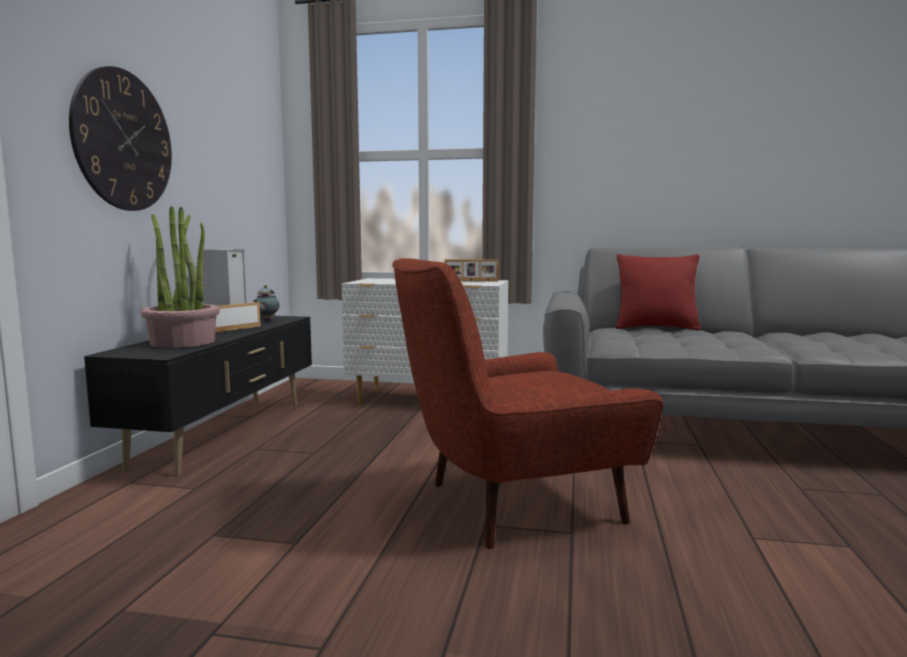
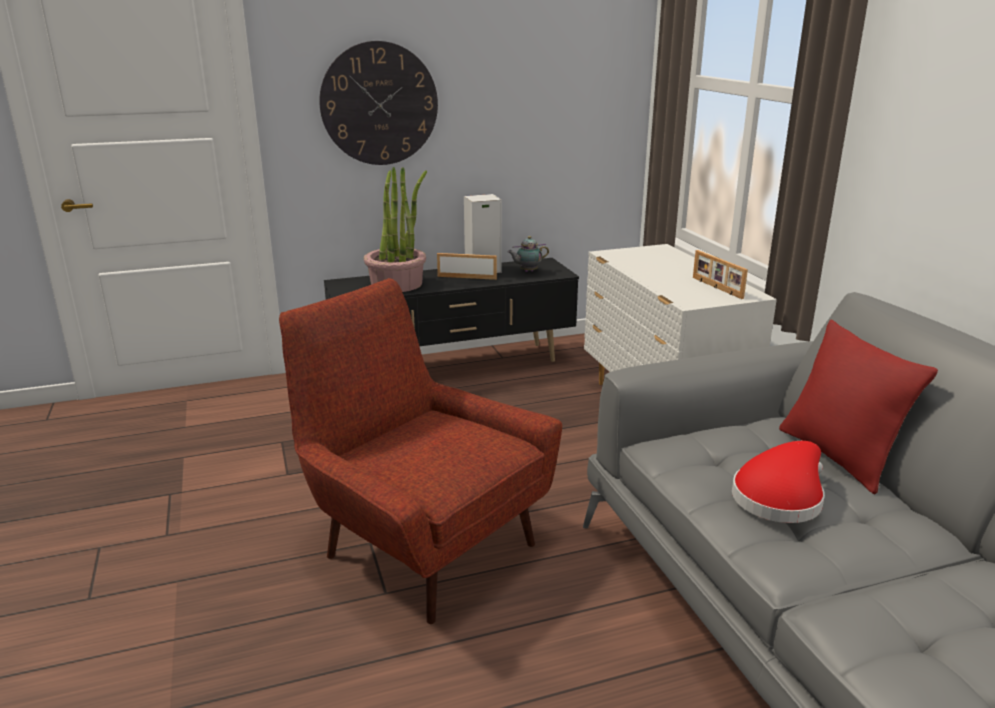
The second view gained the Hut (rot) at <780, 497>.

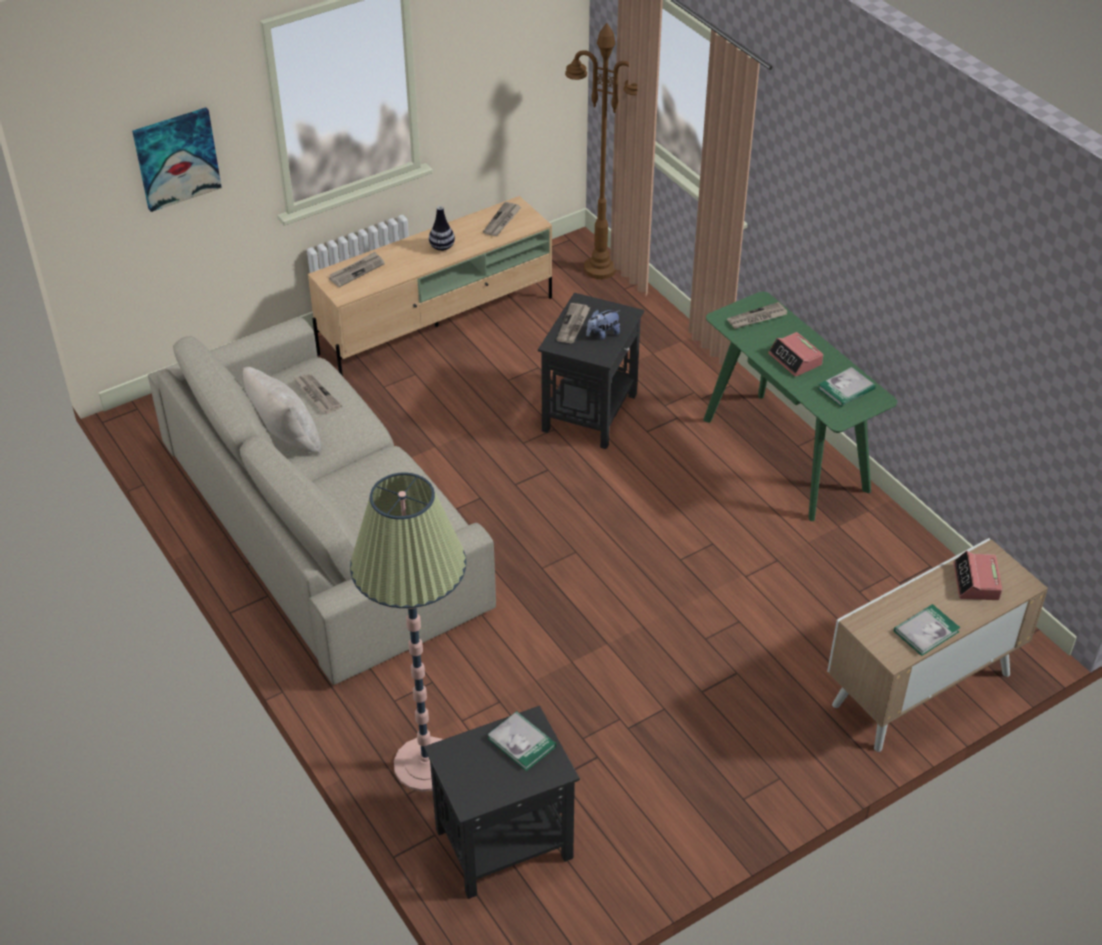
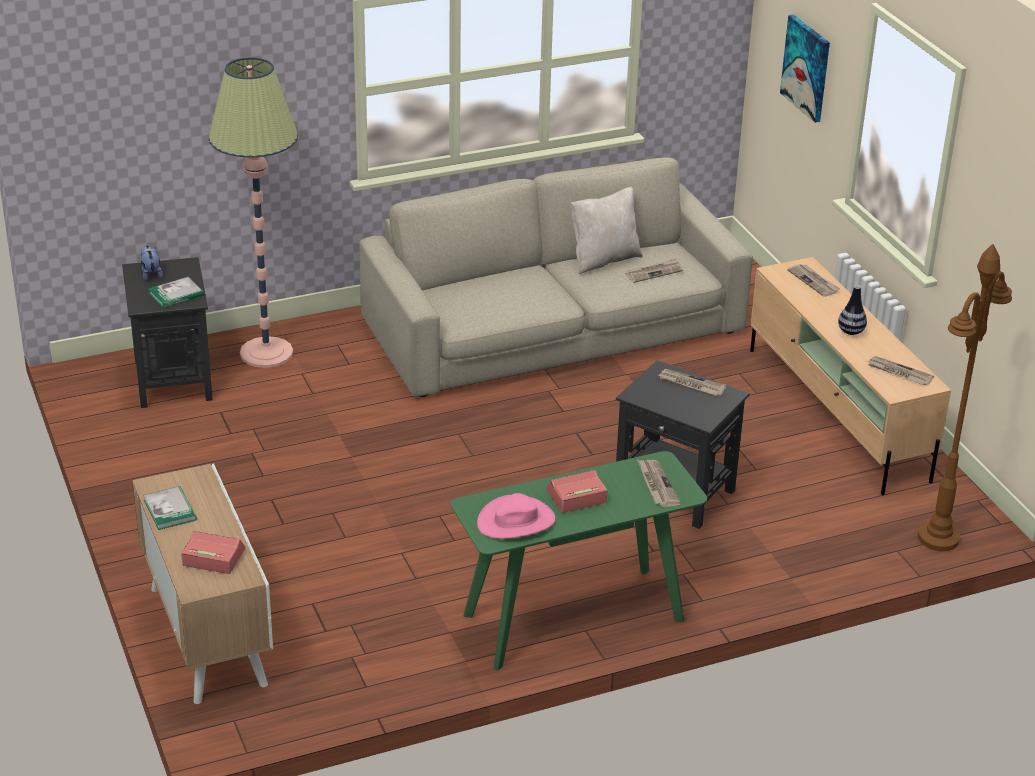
The Plüschtier ended up elsewhere, having gone from <603, 334> to <151, 274>. Where the Buch stood at <846, 389>, the Hut (rosa) came to stand at <516, 521>.

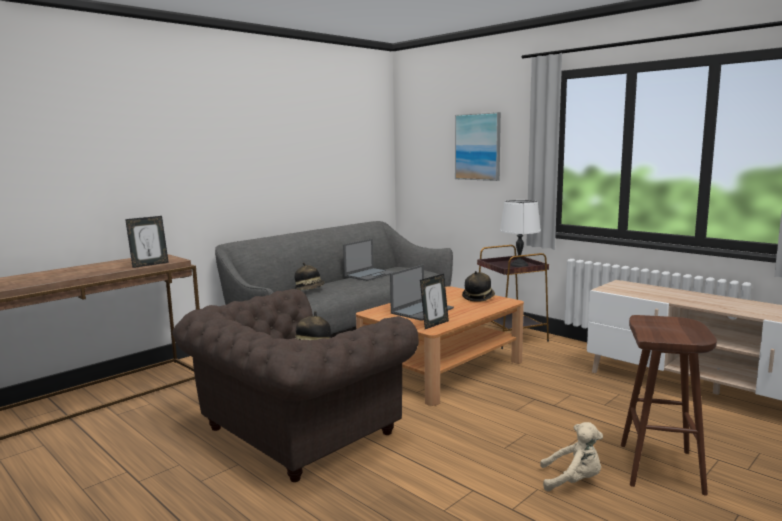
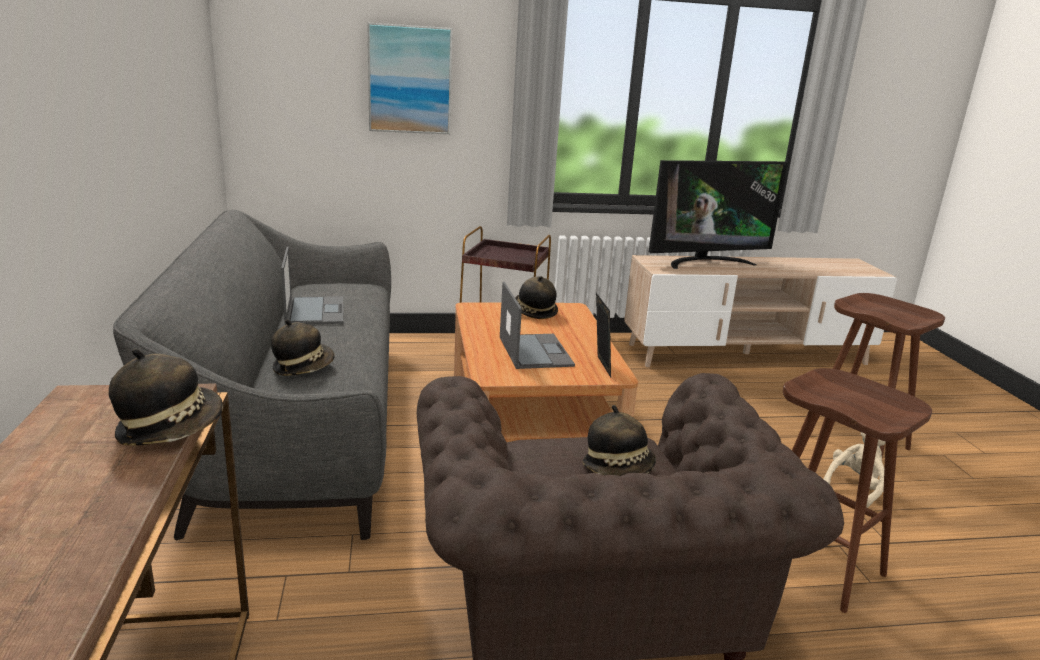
Where the Bilderrahmen stood at <149, 264>, the Hut came to stand at <170, 428>. The second view gained the Fernseher at <706, 262>. The second view gained the Hocker (braun) at <818, 565>. The second view lost the Tischlampe (weiß) at <519, 265>.

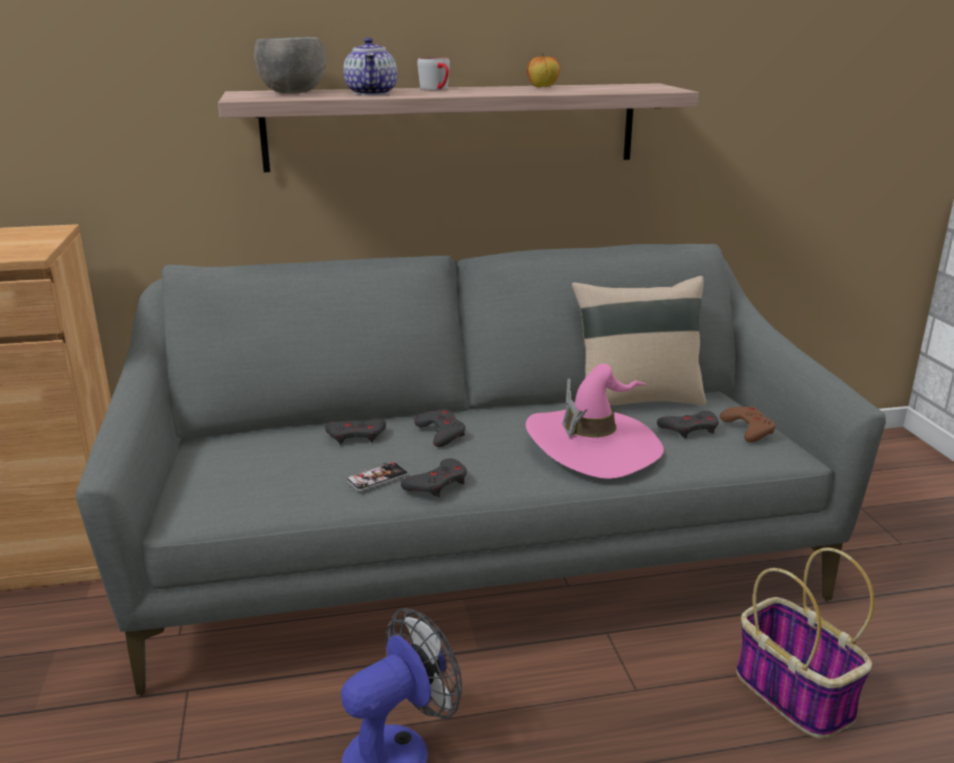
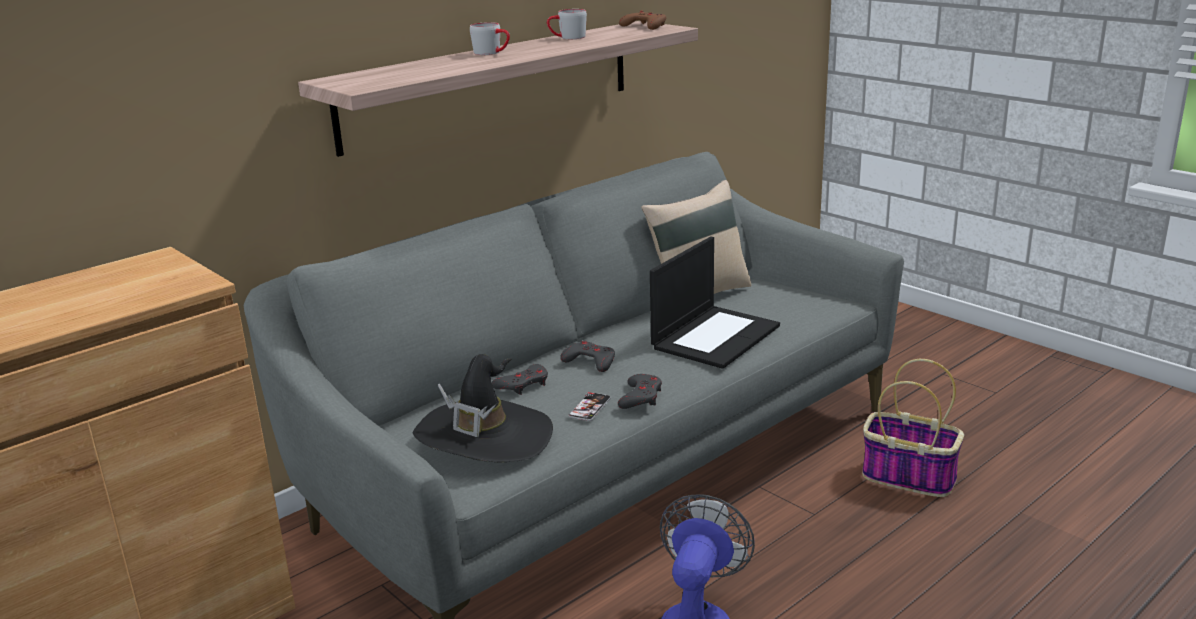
The second view gained the Hut (schwarz) at <484, 437>. Where the Apfel stood at <543, 87>, the Henkelbecher (grau) came to stand at <567, 38>. The Gamepad (braun) ended up elsewhere, having gone from <748, 429> to <644, 26>. Where the Hut (rosa) stood at <593, 446>, the Laptop came to stand at <715, 336>. The second view lost the Schüssel (grau) at <292, 93>. The second view lost the Teekanne at <372, 93>. The second view lost the Gamepad (grau) at <690, 429>.

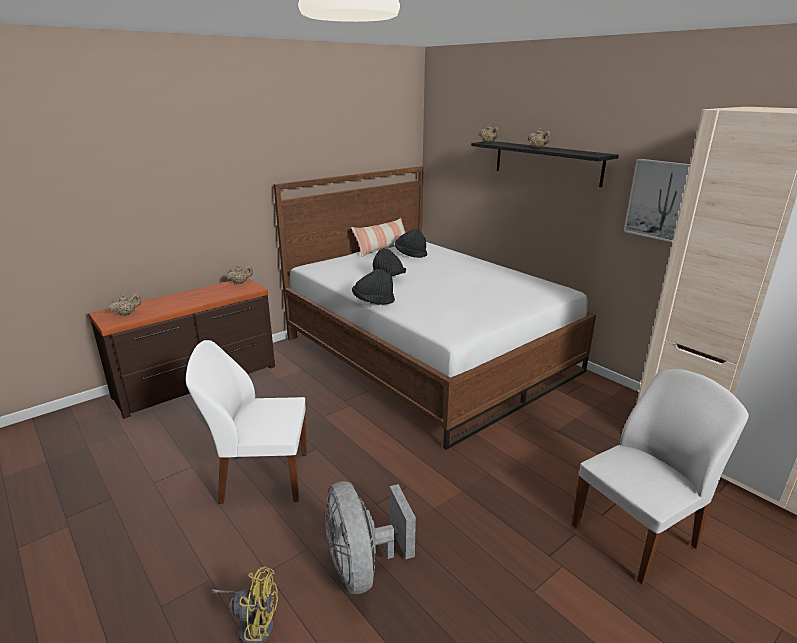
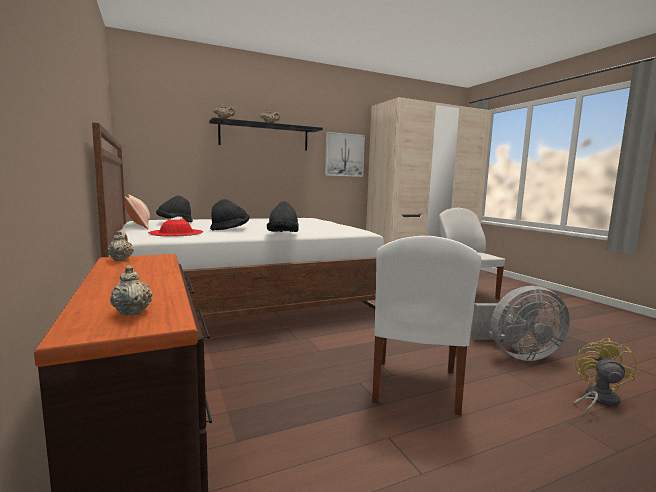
The second view gained the Hut (rot) at <176, 233>.

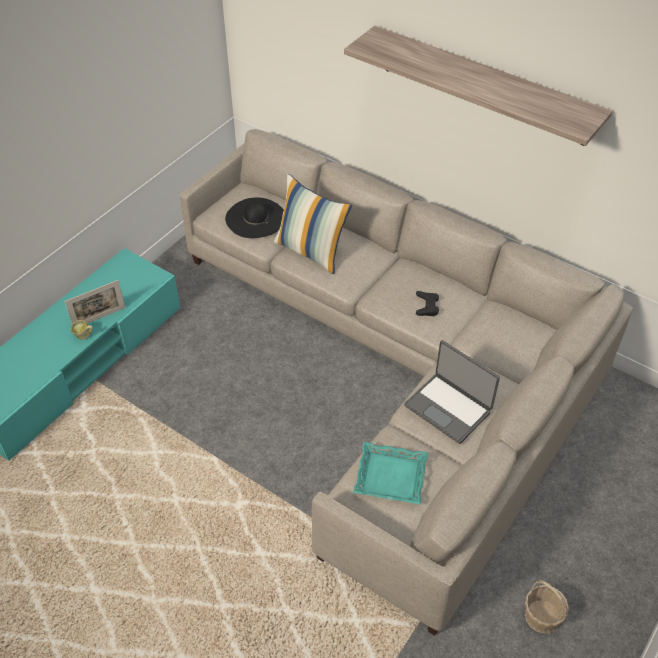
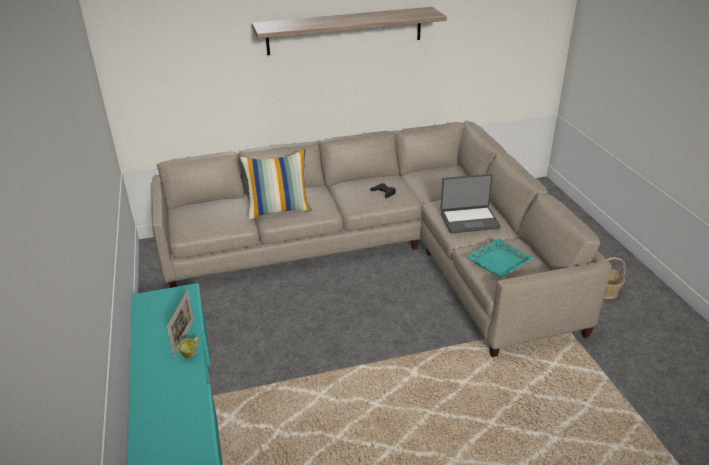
The second view lost the Hut (schwarz) at <255, 218>.

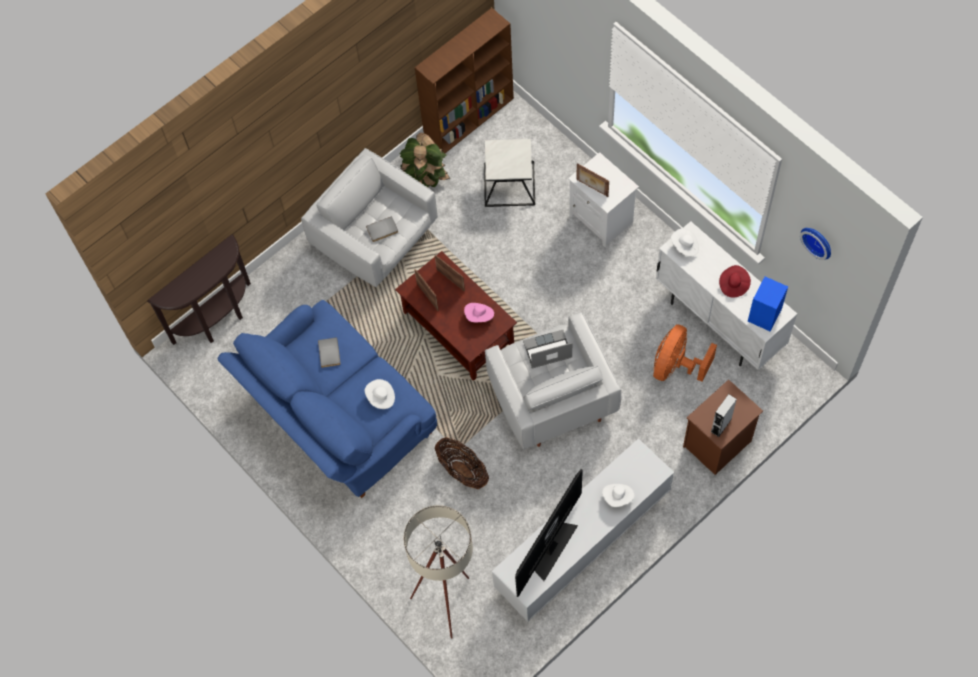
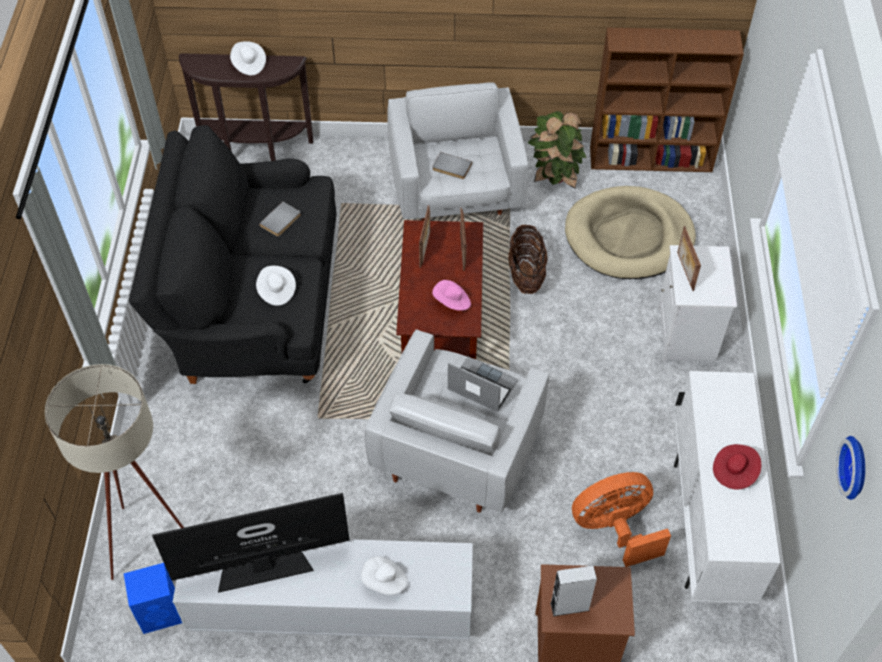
The Lautsprecher (blau) ended up elsewhere, having gone from <765, 314> to <161, 612>. What was the Sofa (blau) at <337, 418> turned into the Sofa (schwarz) at <252, 302>. The Hut (weiß) ended up elsewhere, having gone from <685, 246> to <248, 65>. The Korb ended up elsewhere, having gone from <462, 471> to <526, 274>. Where the Beistelltisch stood at <509, 184>, the Hundebett (beige) came to stand at <628, 237>.

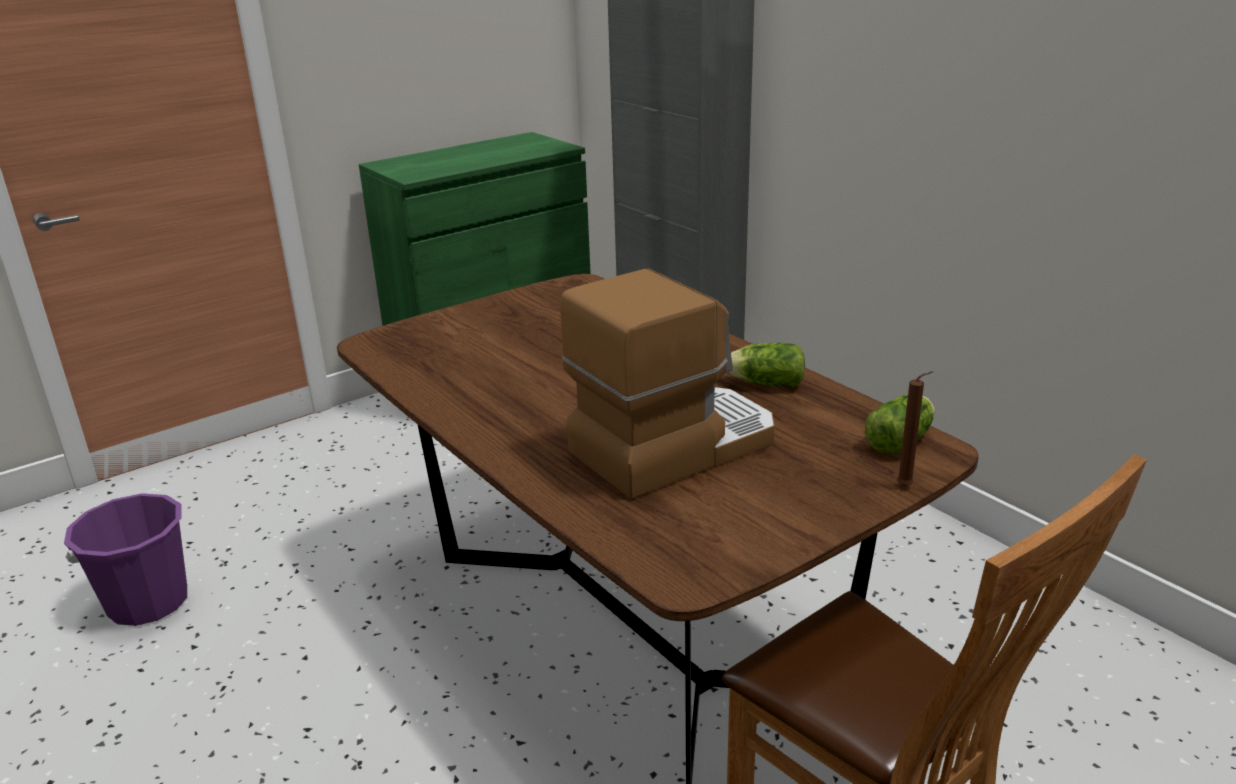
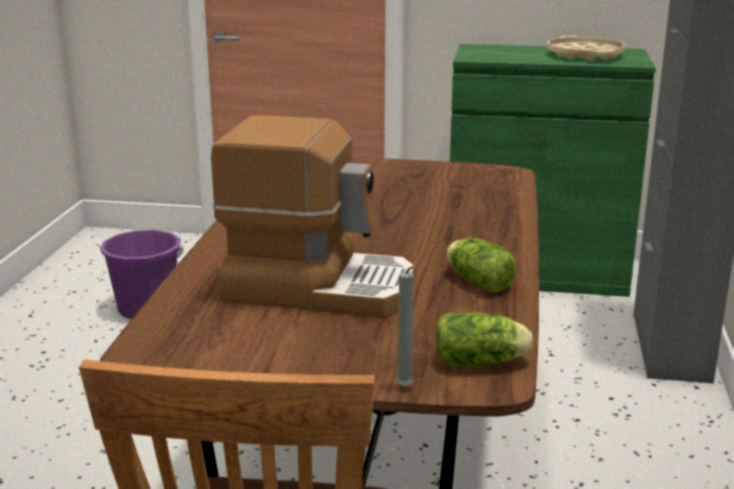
What was the Kerze (braun) at <907, 487> turned into the Kerze (grau) at <405, 389>. The second view gained the Tablett (beige) at <584, 55>.

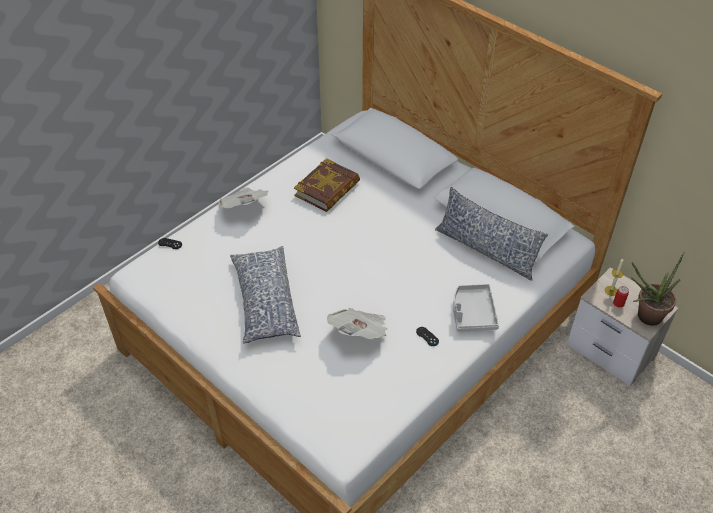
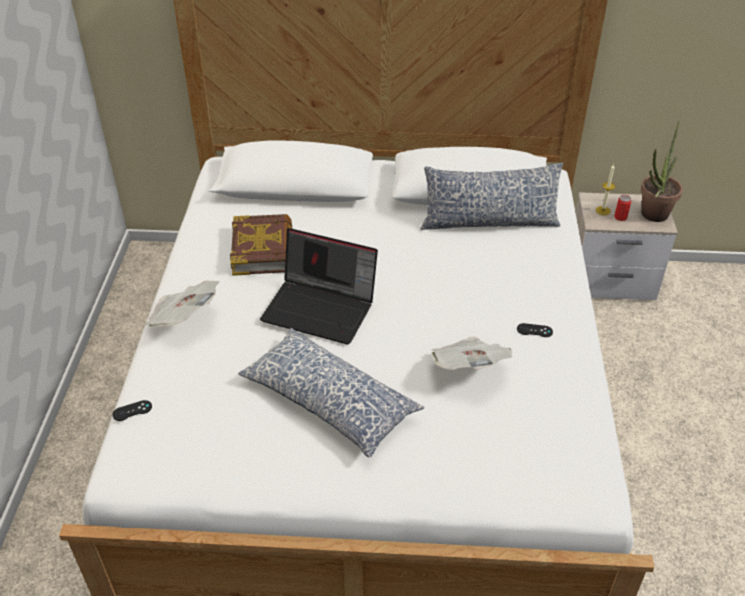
The second view gained the Laptop at <321, 308>. The second view lost the Tablett (grau) at <472, 313>.

